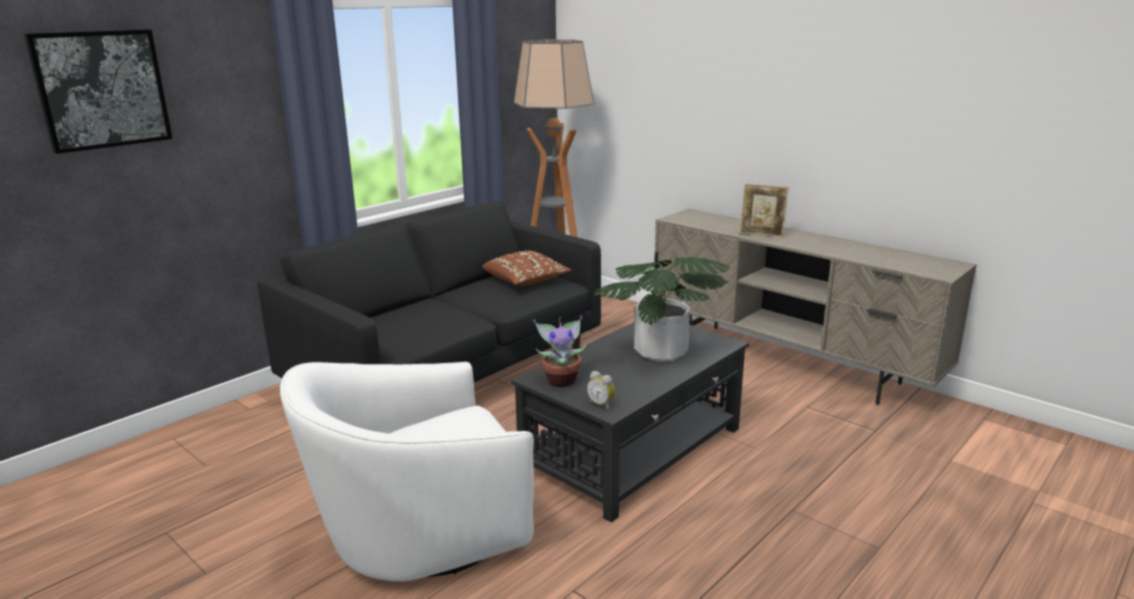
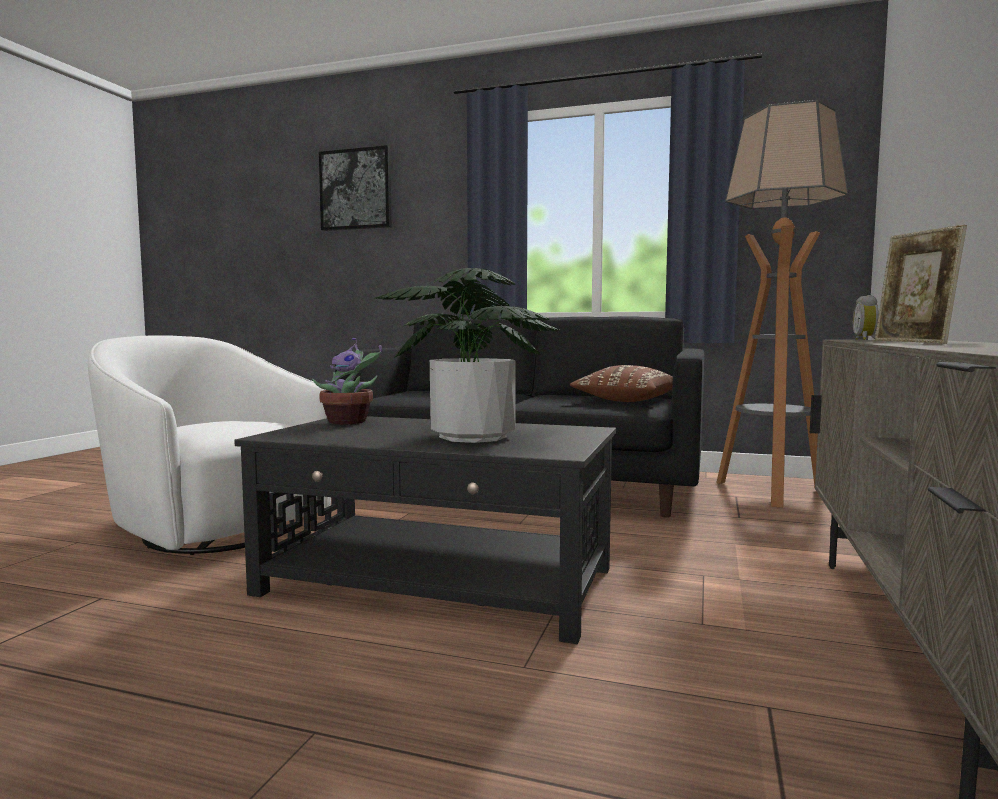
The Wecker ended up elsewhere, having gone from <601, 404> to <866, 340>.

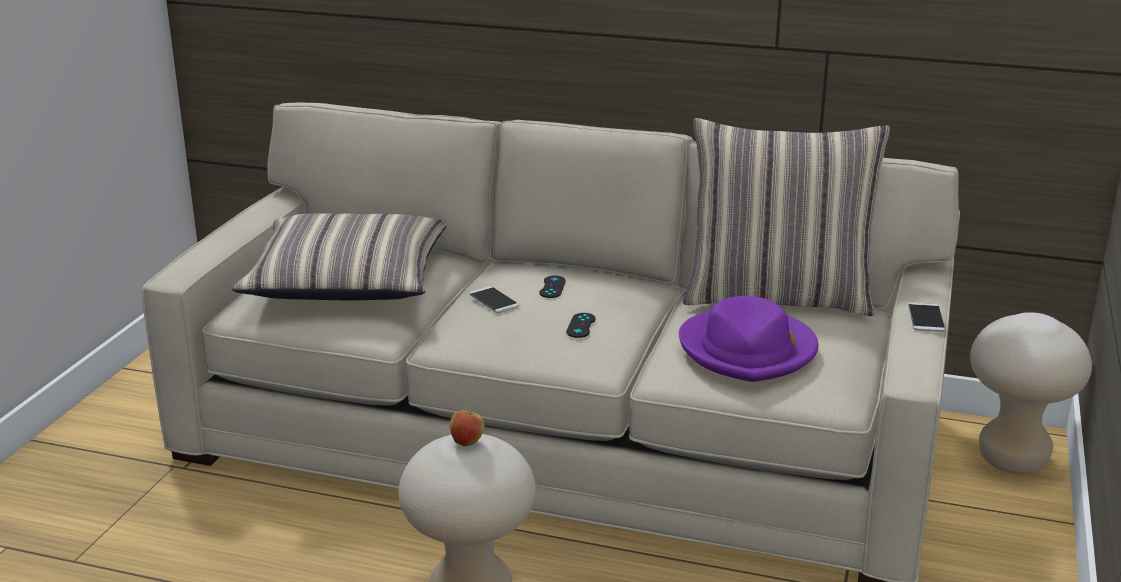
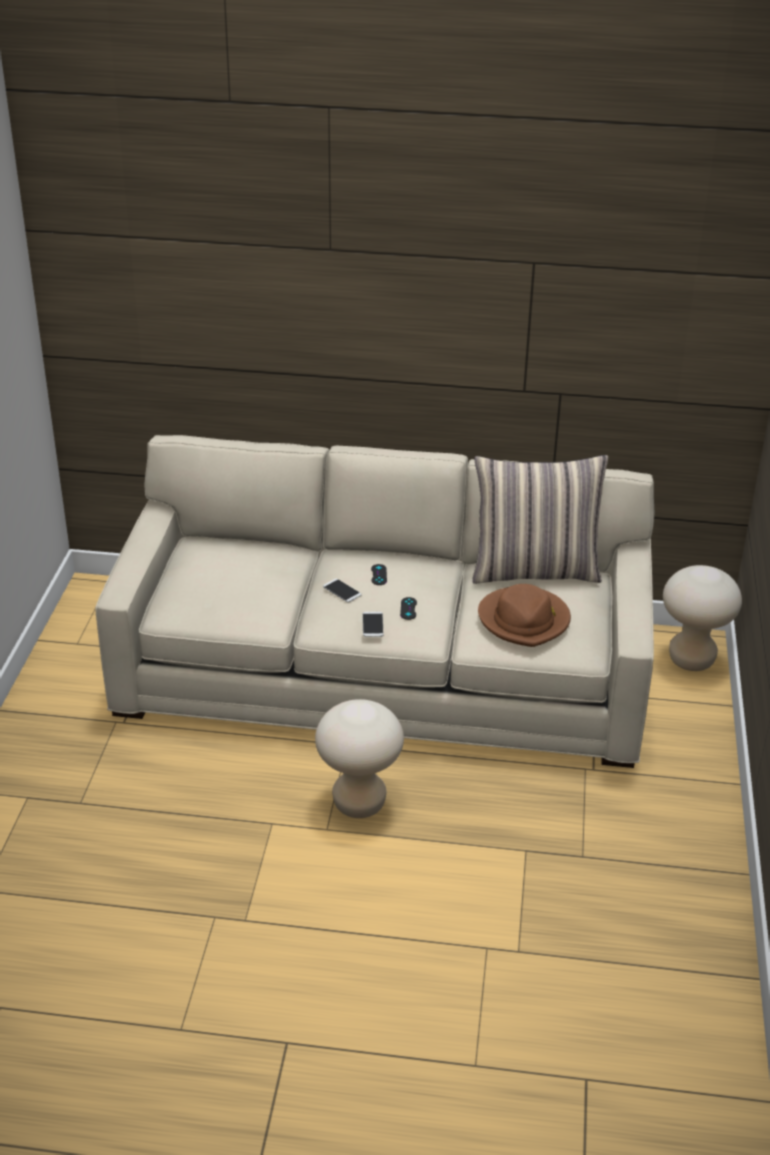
The Handy ended up elsewhere, having gone from <926, 318> to <372, 625>. What was the Hut (lila) at <748, 350> turned into the Hut (braun) at <524, 620>. The second view lost the Kissen at <348, 281>. The second view lost the Apfel at <467, 442>.

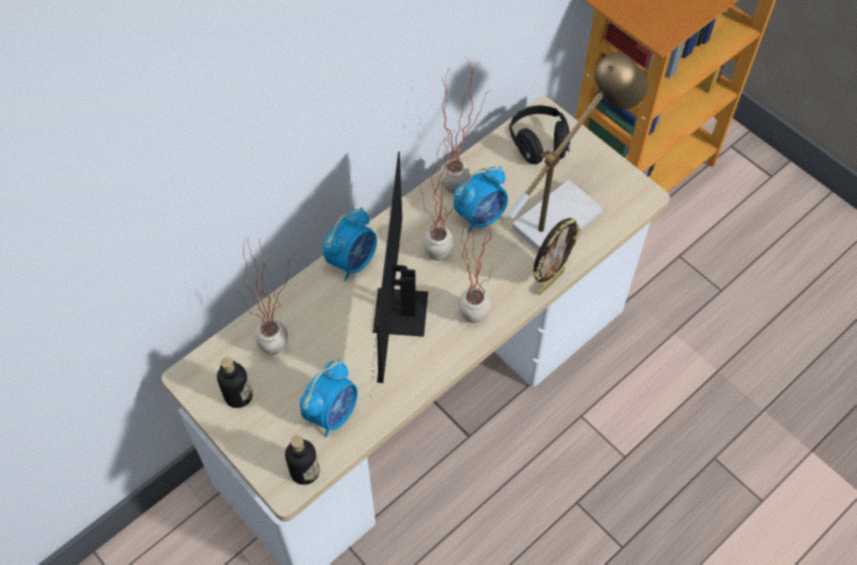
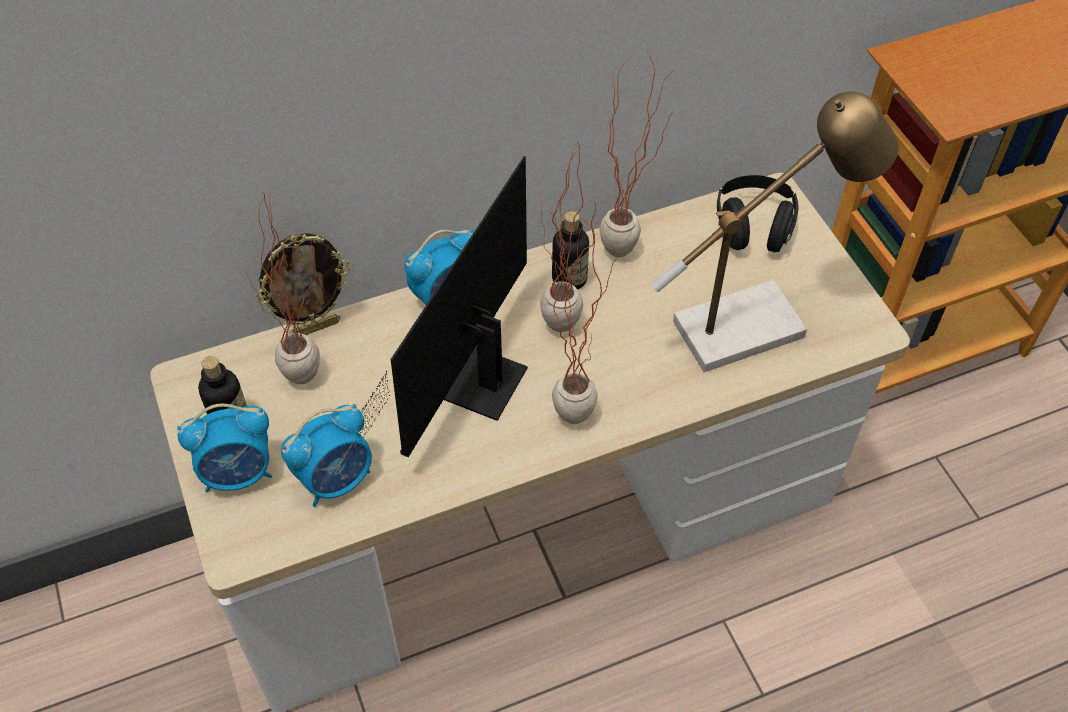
The Wecker ended up elsewhere, having gone from <480, 216> to <239, 473>. The Bilderrahmen ended up elsewhere, having gone from <550, 281> to <314, 328>. The Flasche ended up elsewhere, having gone from <305, 471> to <569, 279>.

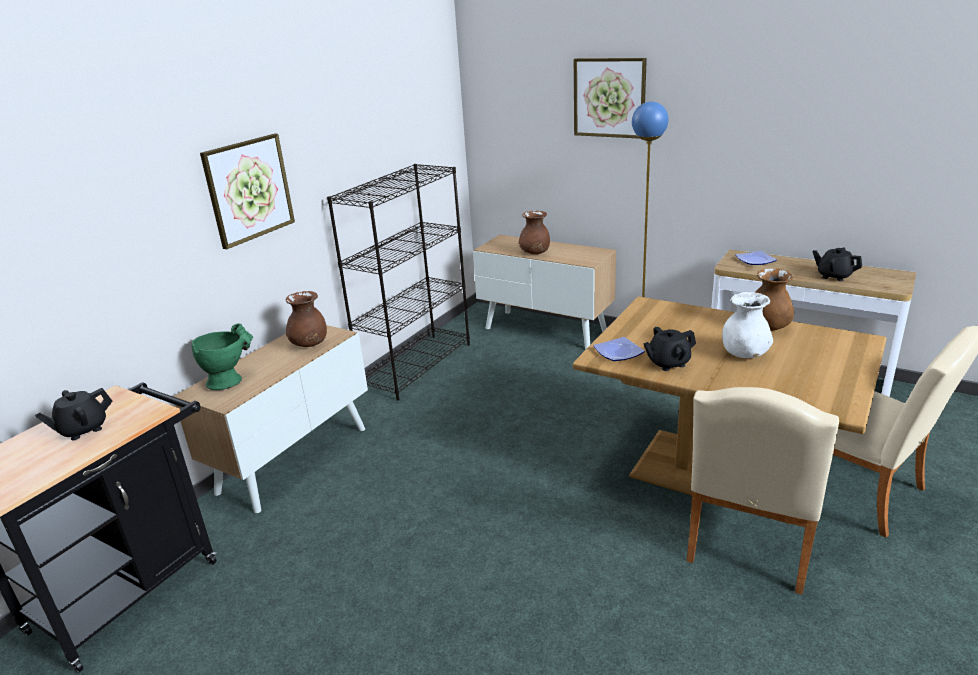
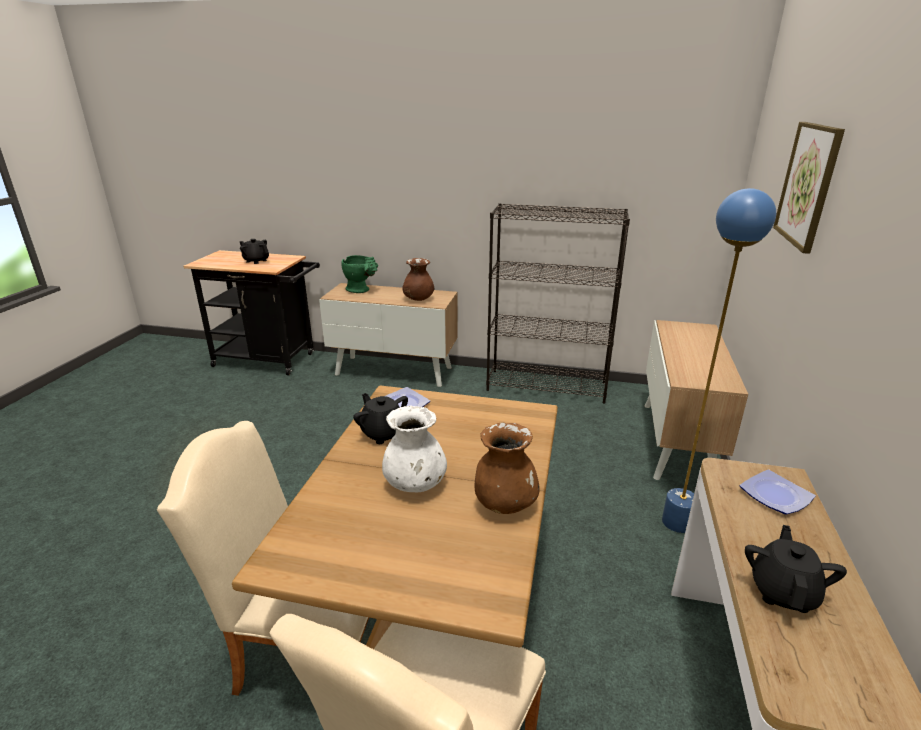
The second view lost the Bild at <249, 189>. The second view lost the Vase (braun) at <535, 253>.

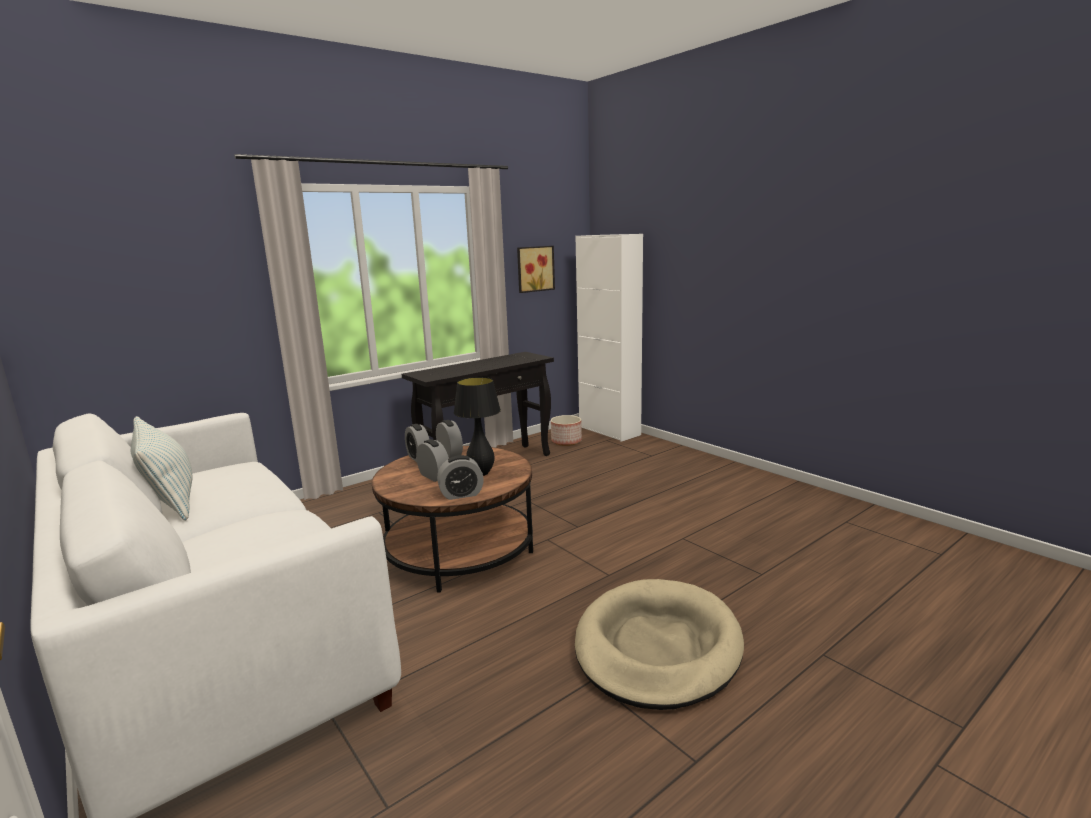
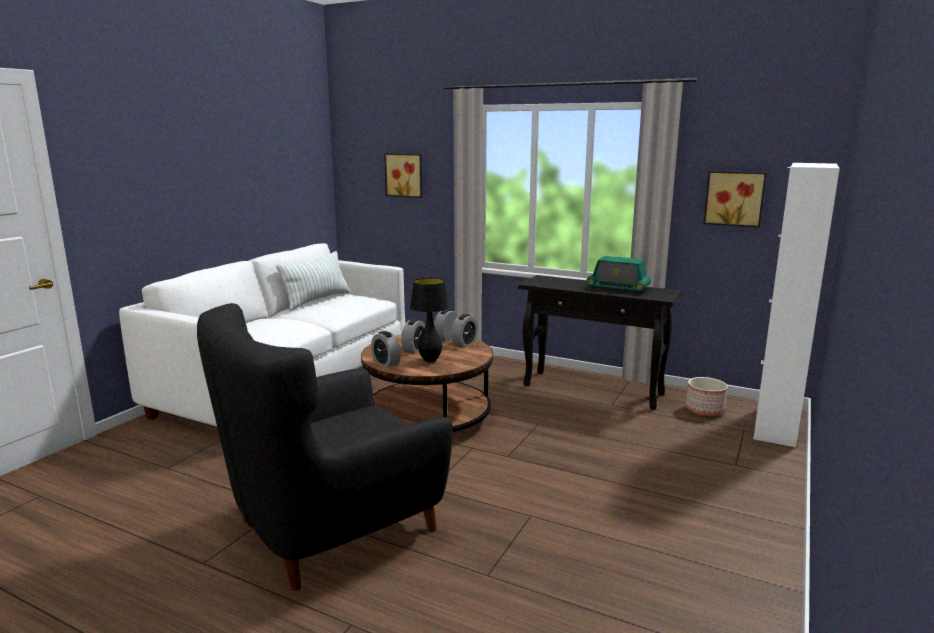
Where the Hundebett (beige) stood at <657, 647>, the Sessel (schwarz) came to stand at <331, 528>. The second view gained the Bild at <405, 175>. The second view gained the Radio at <618, 287>.

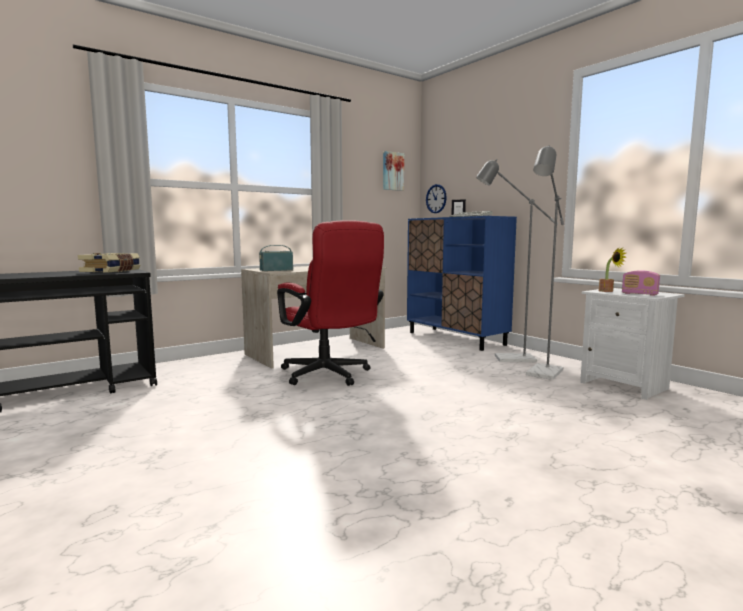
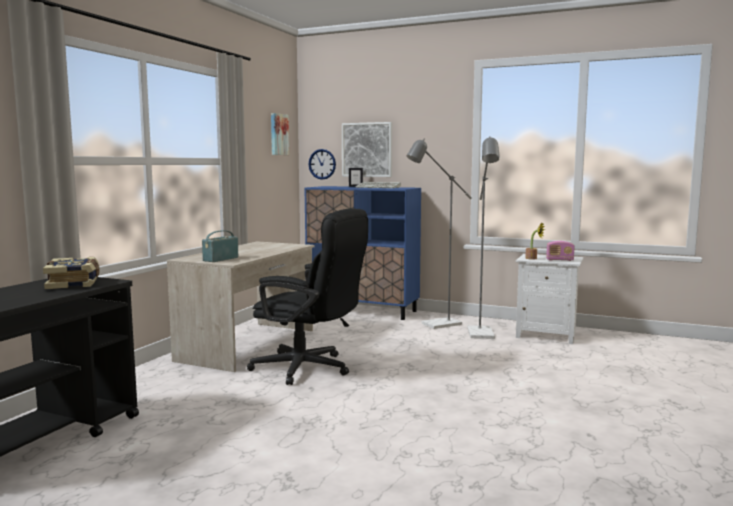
What was the Bürostuhl (rot) at <329, 376> turned into the Bürostuhl (schwarz) at <309, 369>. The second view gained the Bild at <367, 150>.

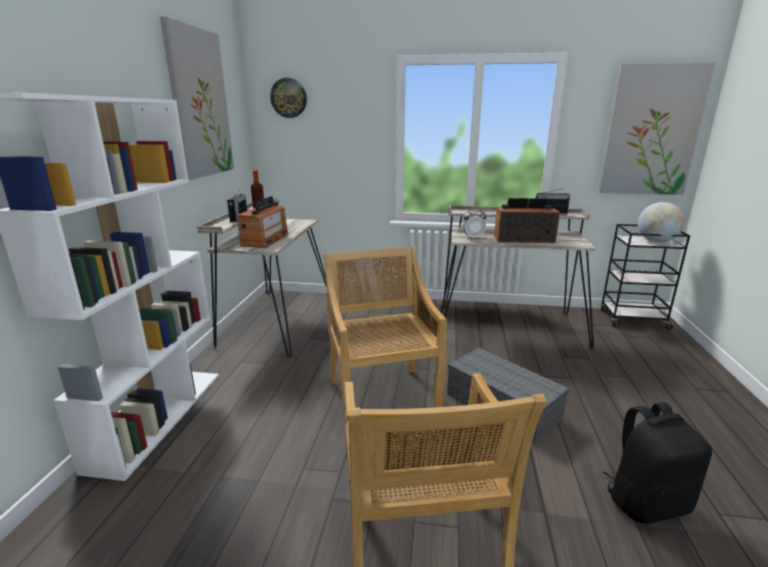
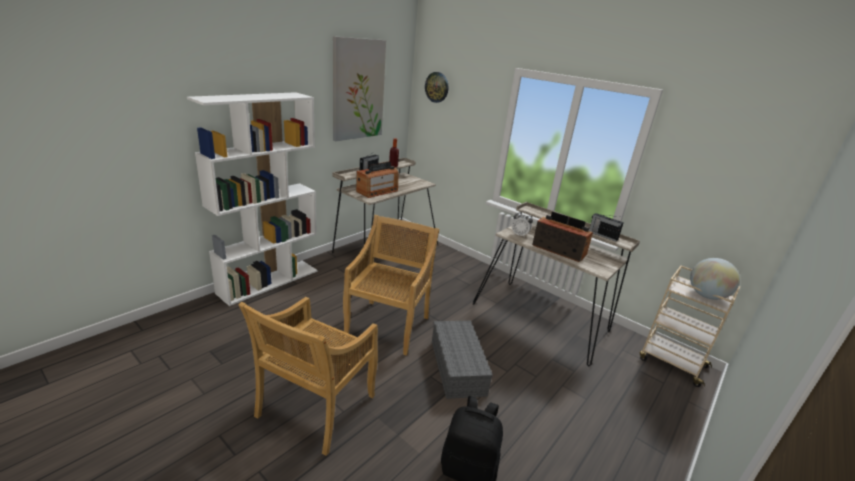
What was the Rollwagen (schwarz) at <632, 319> turned into the Rollwagen (beige) at <671, 362>. The second view lost the Bild at <651, 131>.

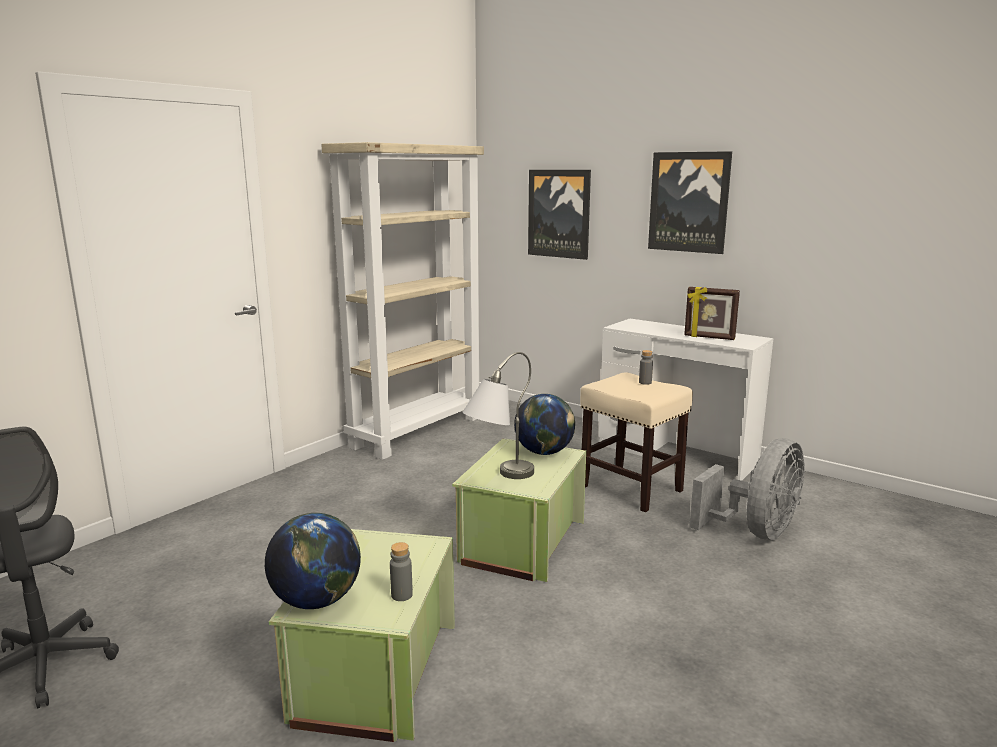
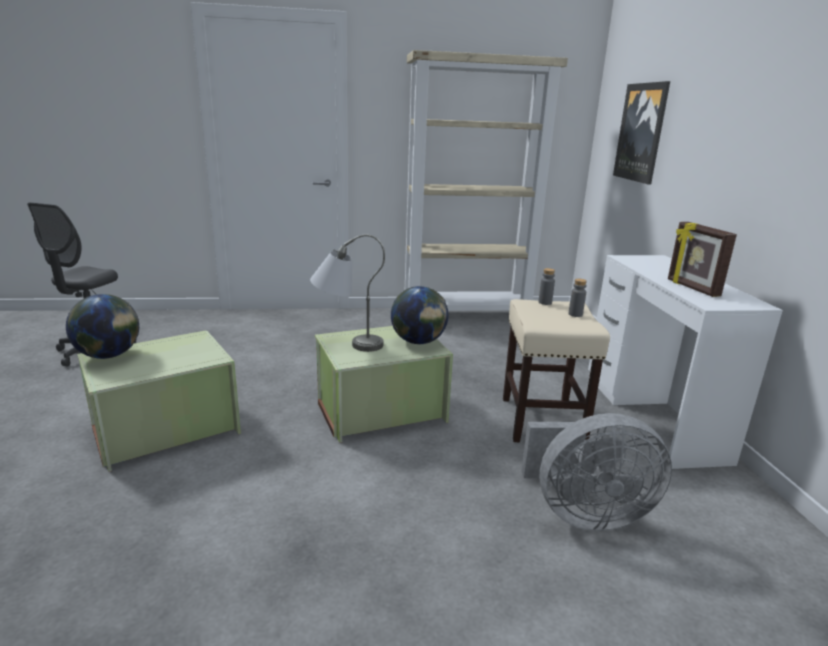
The Flasche (grau) ended up elsewhere, having gone from <402, 595> to <545, 302>. The second view lost the Bild at <689, 202>.

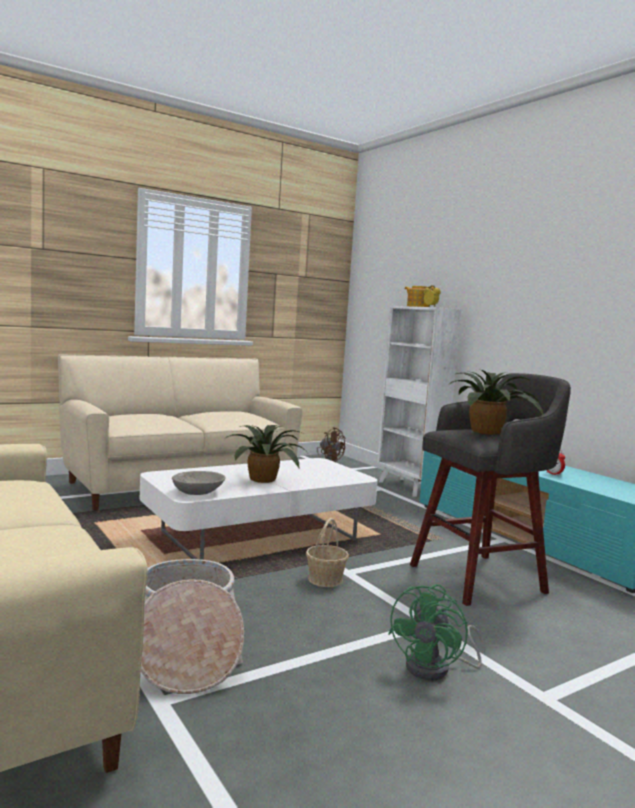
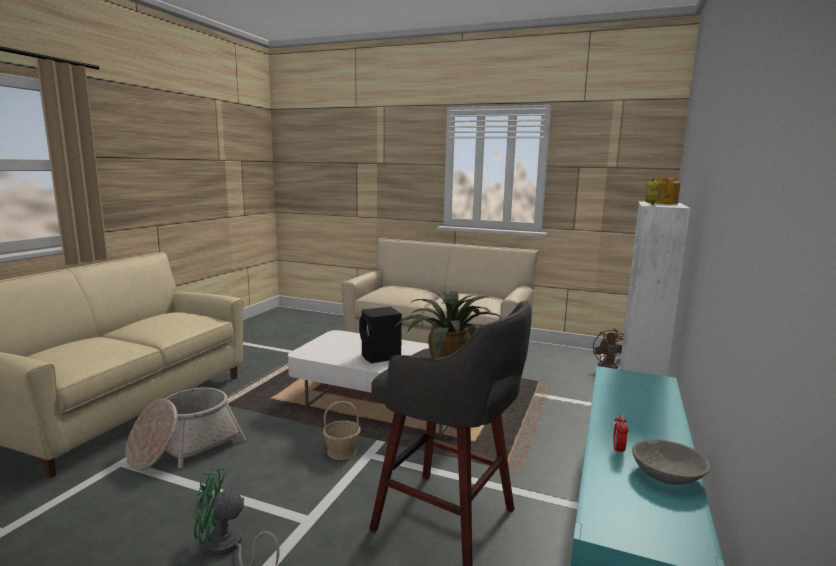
Where the Topfpflanze stood at <265, 480>, the Lautsprecher (schwarz) came to stand at <381, 357>. The Schüssel (grau) ended up elsewhere, having gone from <198, 492> to <667, 475>.

